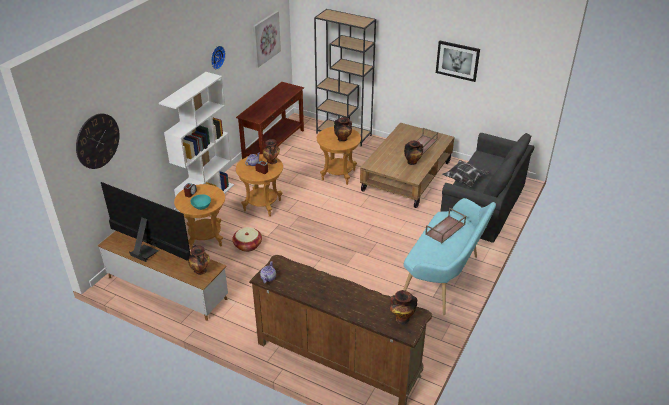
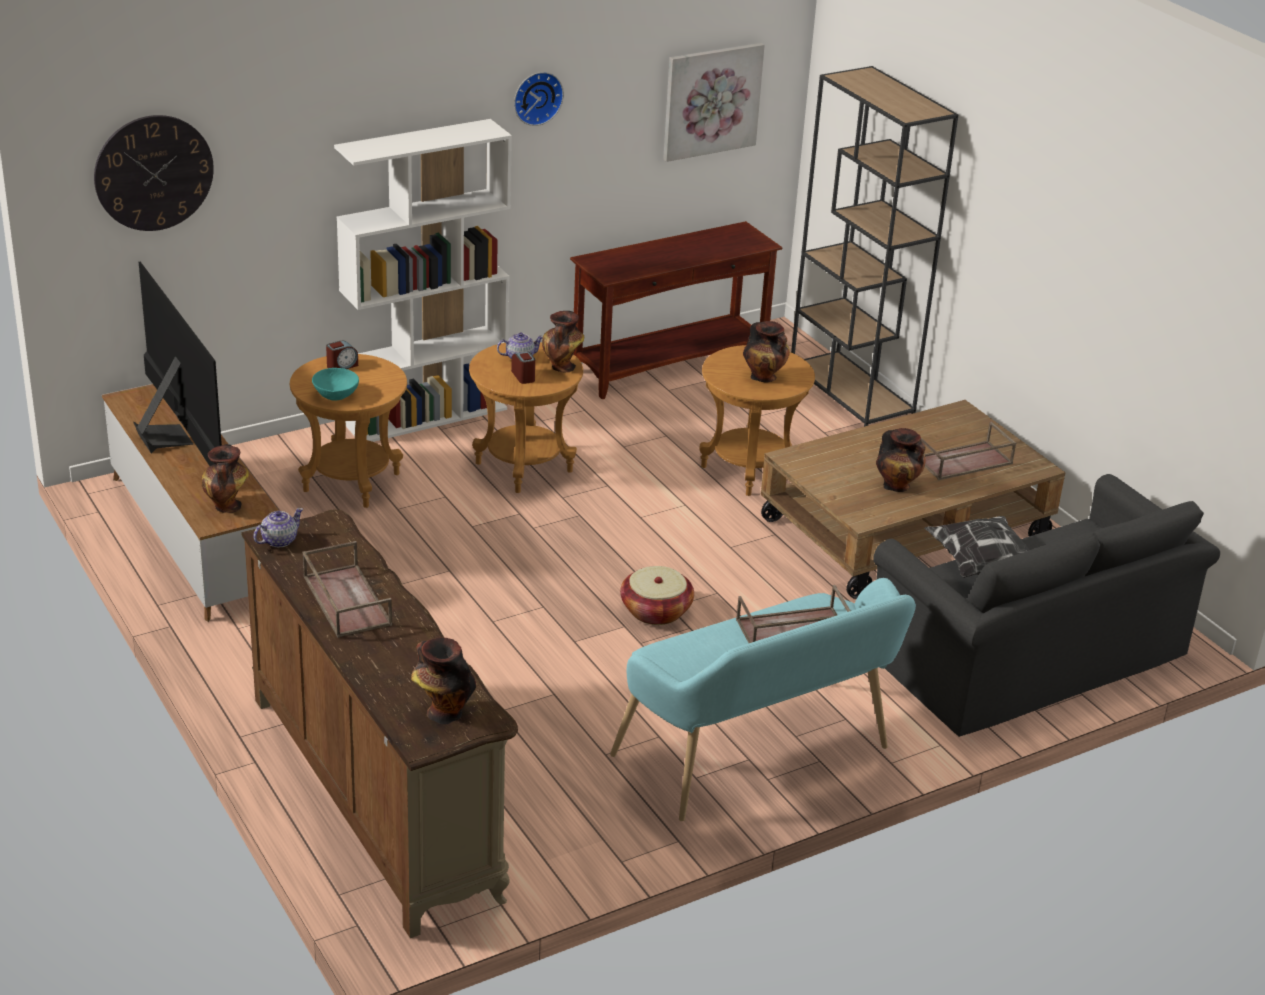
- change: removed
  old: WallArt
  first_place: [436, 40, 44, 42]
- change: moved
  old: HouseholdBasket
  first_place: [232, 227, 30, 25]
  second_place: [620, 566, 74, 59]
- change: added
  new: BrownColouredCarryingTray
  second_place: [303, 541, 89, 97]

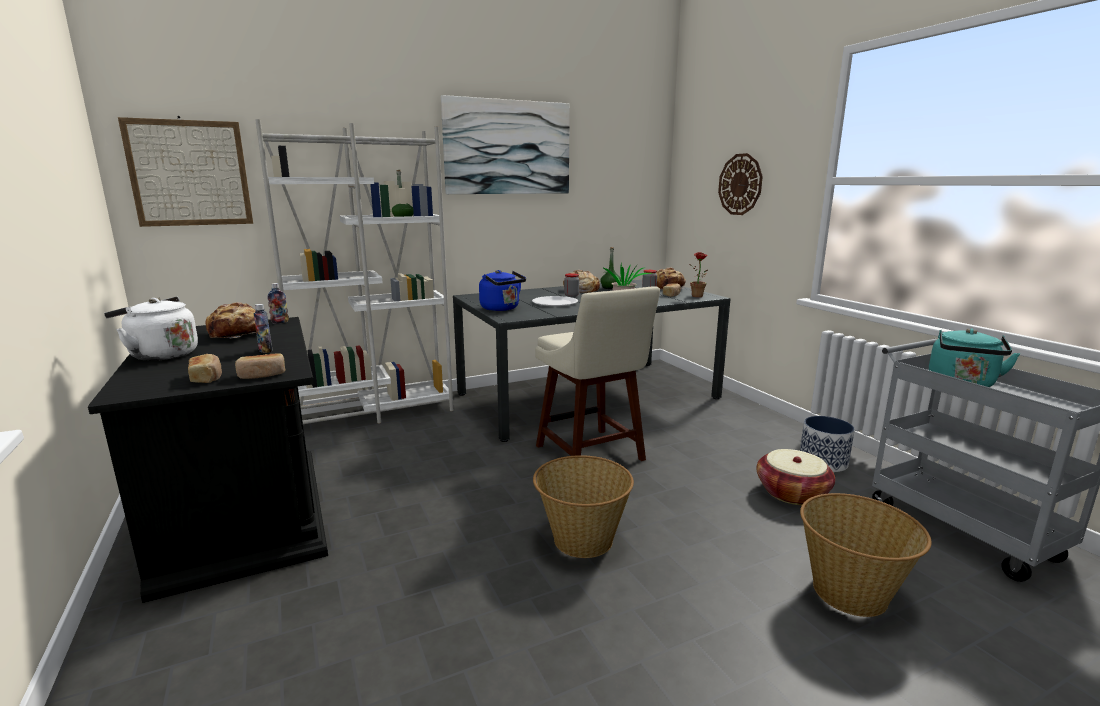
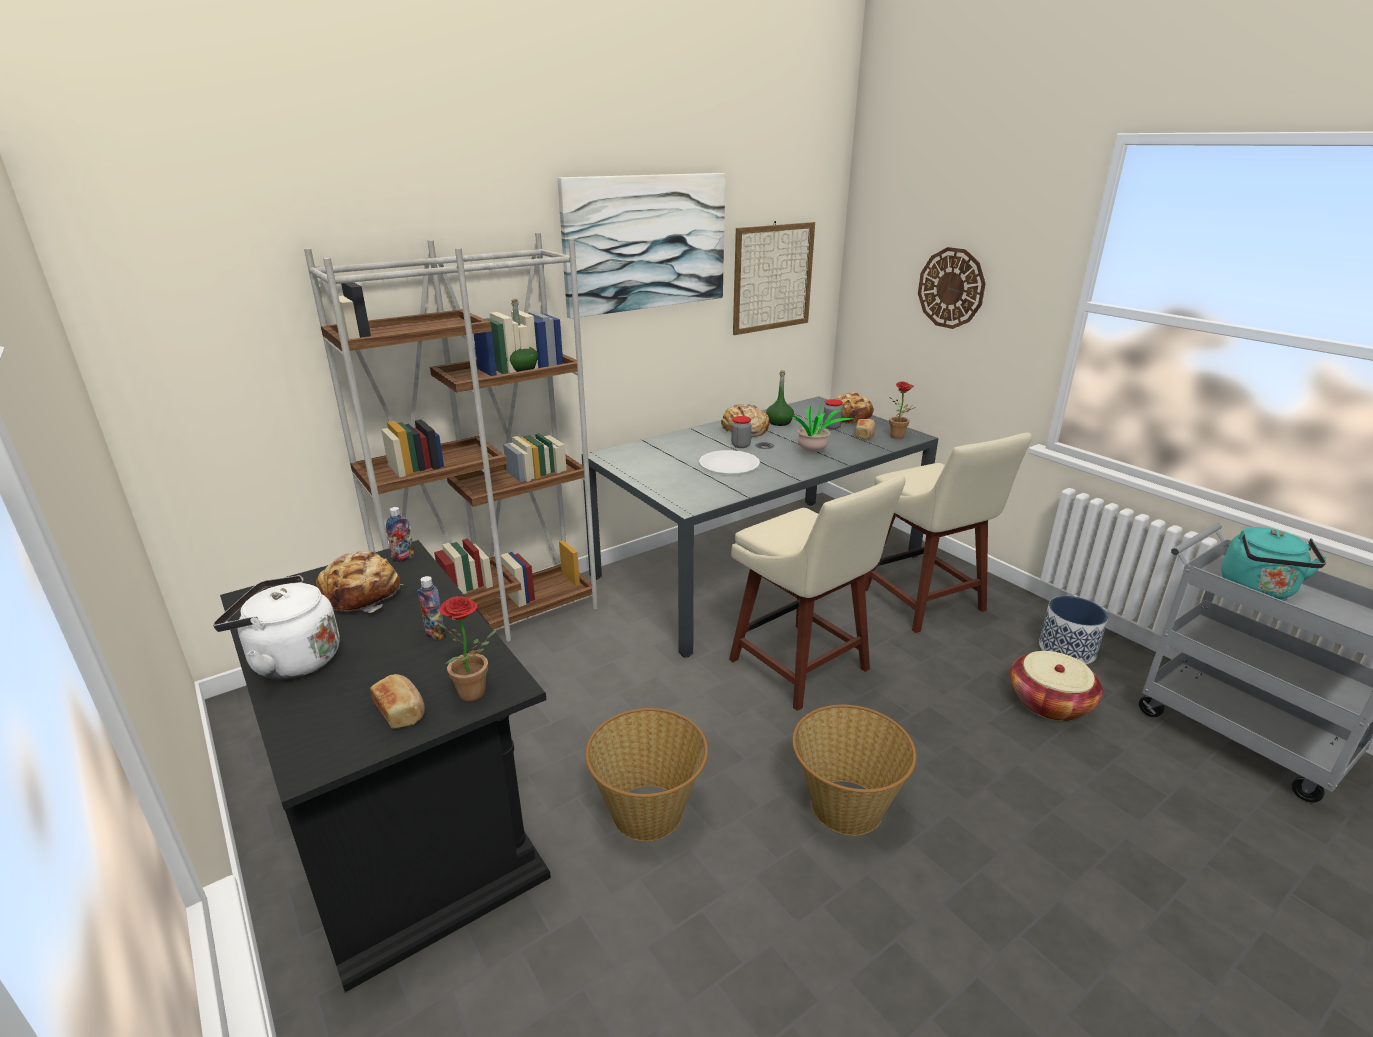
- change: moved
  old: WallArt
  first_place: [118, 116, 135, 111]
  second_place: [733, 221, 82, 114]
- change: recoloured
  old: WhitishBookshelf
  new: BrownColouredBookshelf
  first_place: [255, 119, 198, 305]
  second_place: [304, 233, 294, 409]
- change: removed
  old: BlueColouredWaterKettle
  first_place: [479, 270, 47, 41]
- change: replaced
  old: BakedBread
  new: PottedPlant
  first_place: [235, 353, 51, 26]
  second_place: [438, 596, 59, 105]
- change: moved
  old: HouseholdBasket
  first_place: [800, 493, 132, 124]
  second_place: [585, 708, 123, 133]
- change: added
  new: SandColouredStool
  second_place: [864, 433, 168, 200]

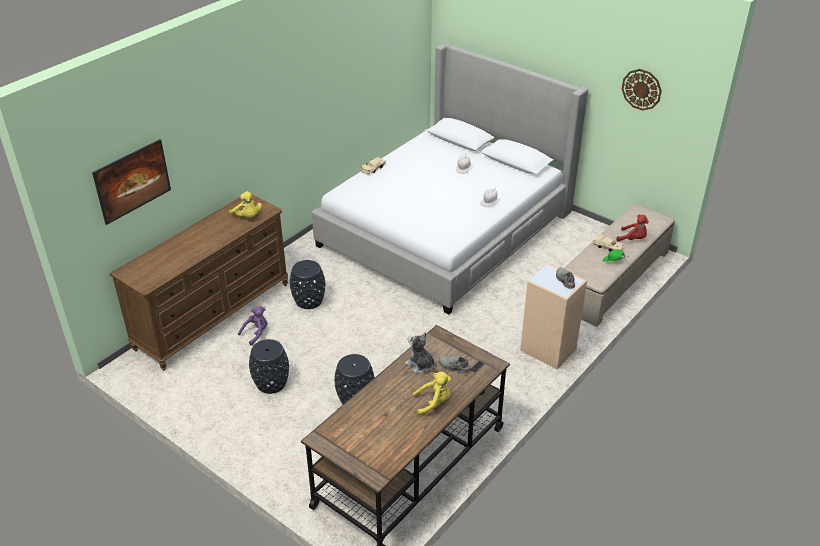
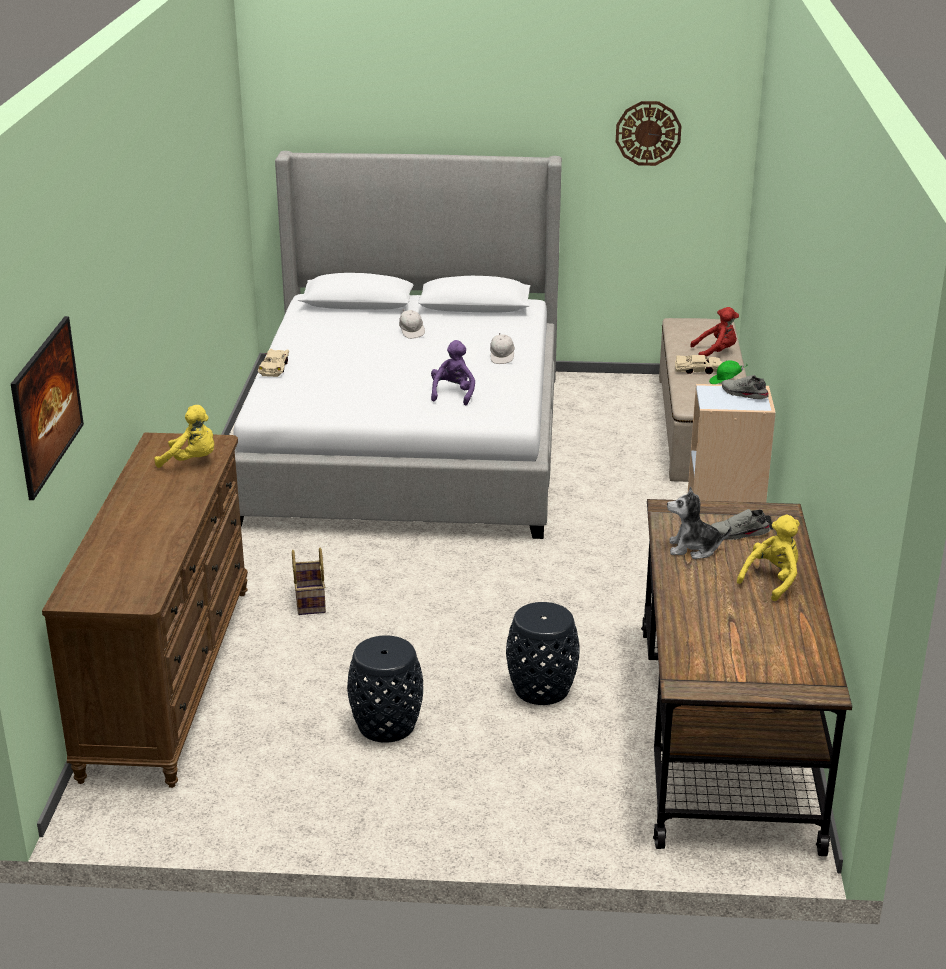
- change: replaced
  old: BlackStool
  new: HouseholdBasket
  first_place: [290, 260, 35, 49]
  second_place: [292, 548, 34, 67]
- change: moved
  old: PurplishPlushToy
  first_place: [238, 306, 30, 39]
  second_place: [431, 340, 44, 65]

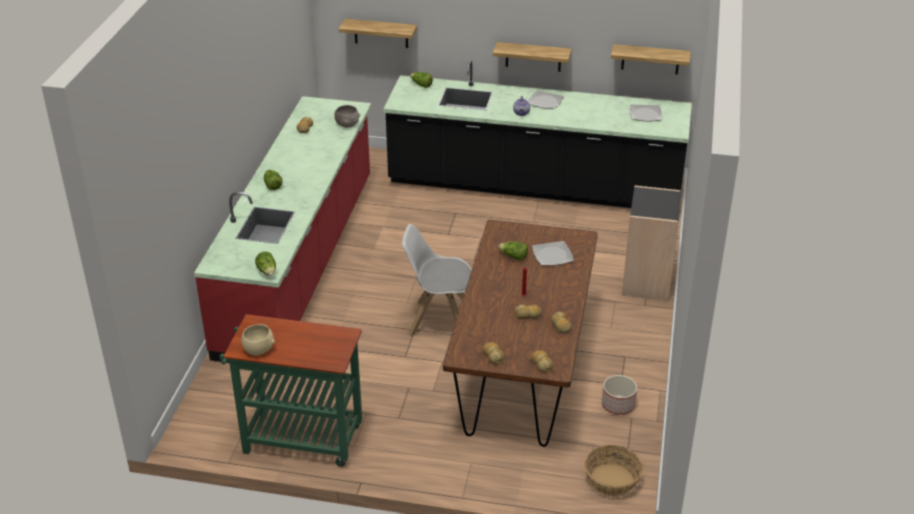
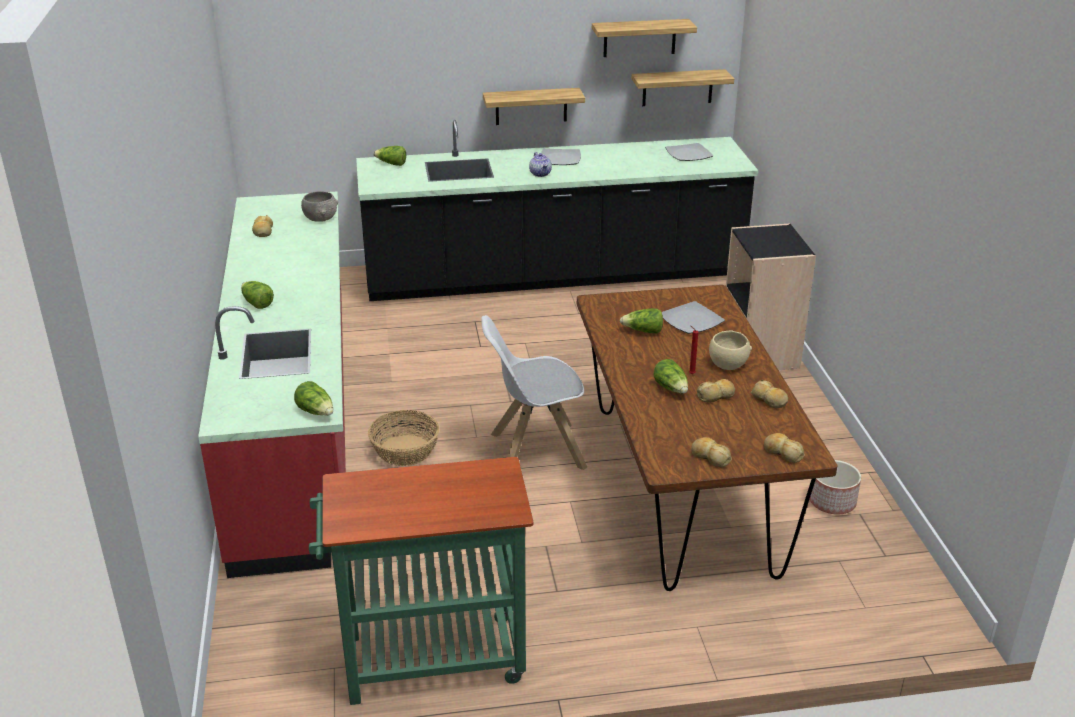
- change: moved
  old: WallShelf
  first_place: [339, 19, 78, 29]
  second_place: [592, 19, 105, 38]
- change: moved
  old: SandColouredServingBowl
  first_place: [241, 324, 34, 31]
  second_place: [709, 331, 43, 39]
- change: moved
  old: HouseholdBasket
  first_place: [584, 445, 59, 51]
  second_place: [368, 410, 71, 56]
- change: added
  new: HeadOfLettuce
  second_place: [653, 359, 35, 34]

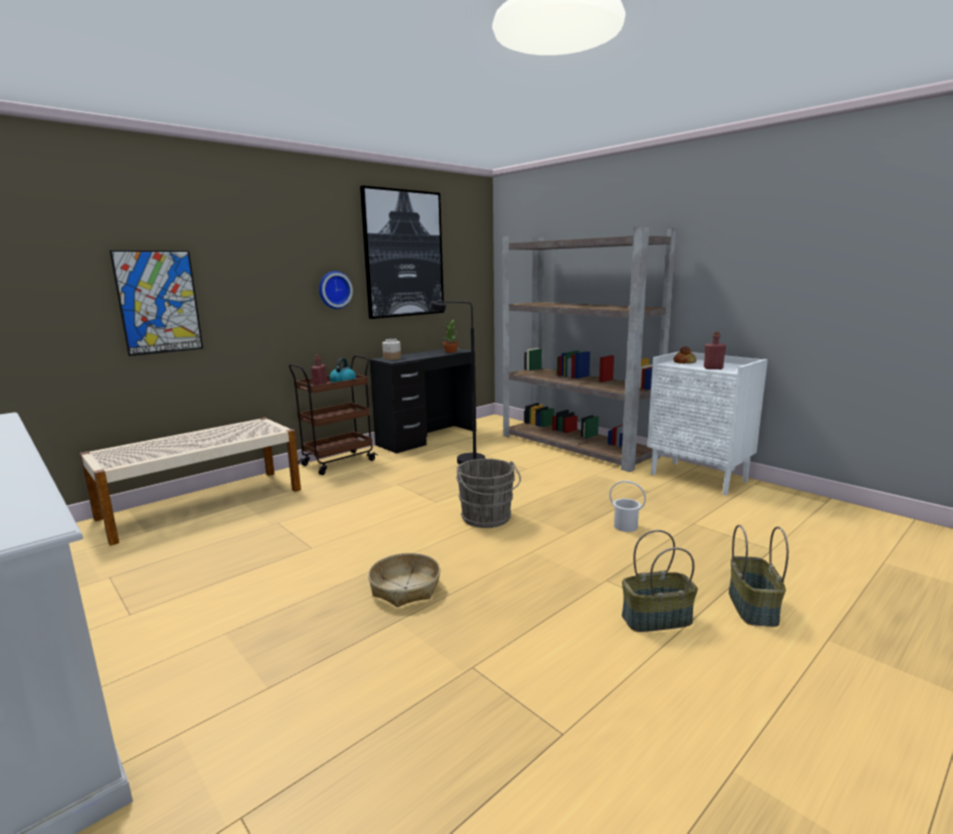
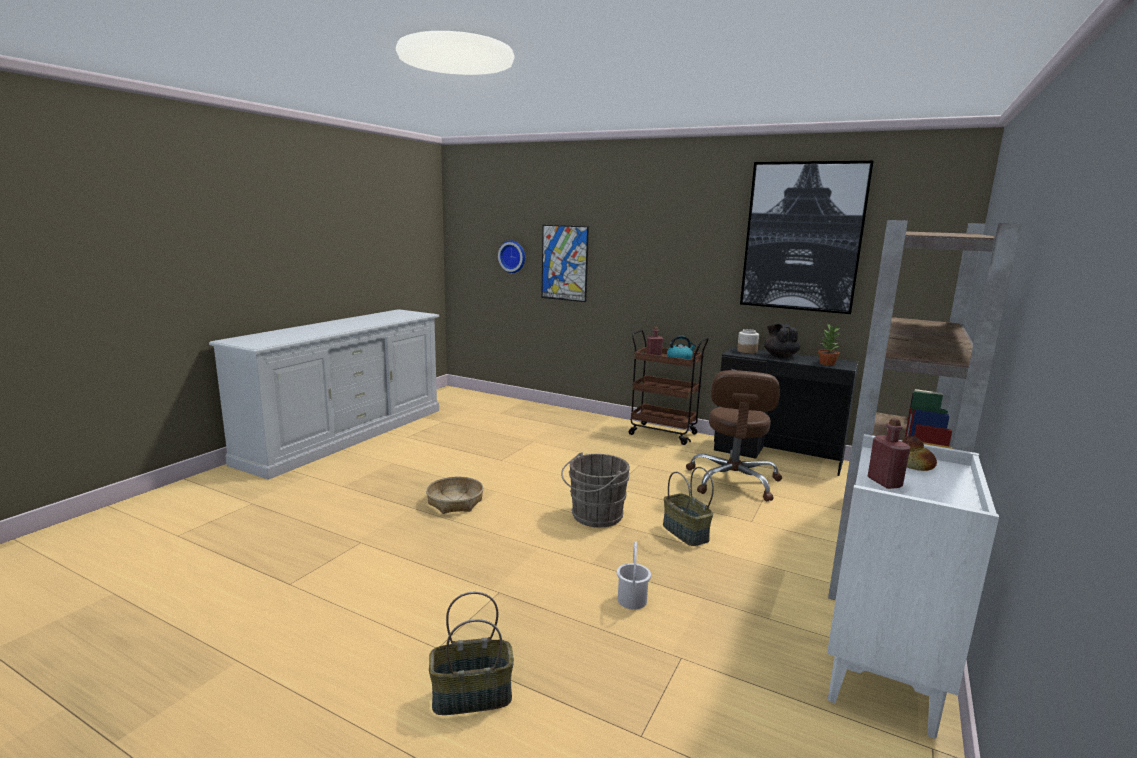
- change: moved
  old: HangingClock
  first_place: [319, 271, 34, 38]
  second_place: [498, 241, 27, 32]
- change: replaced
  old: BlackStandingLamp
  new: BrownColouredDeskChair
  first_place: [430, 301, 55, 164]
  second_place: [686, 370, 96, 132]
- change: removed
  old: SandColouredBench
  first_place: [80, 417, 221, 129]
- change: moved
  old: HouseholdBasket
  first_place: [622, 530, 76, 102]
  second_place: [663, 467, 51, 79]
- change: added
  new: BlackTeaPot
  second_place: [764, 323, 36, 35]

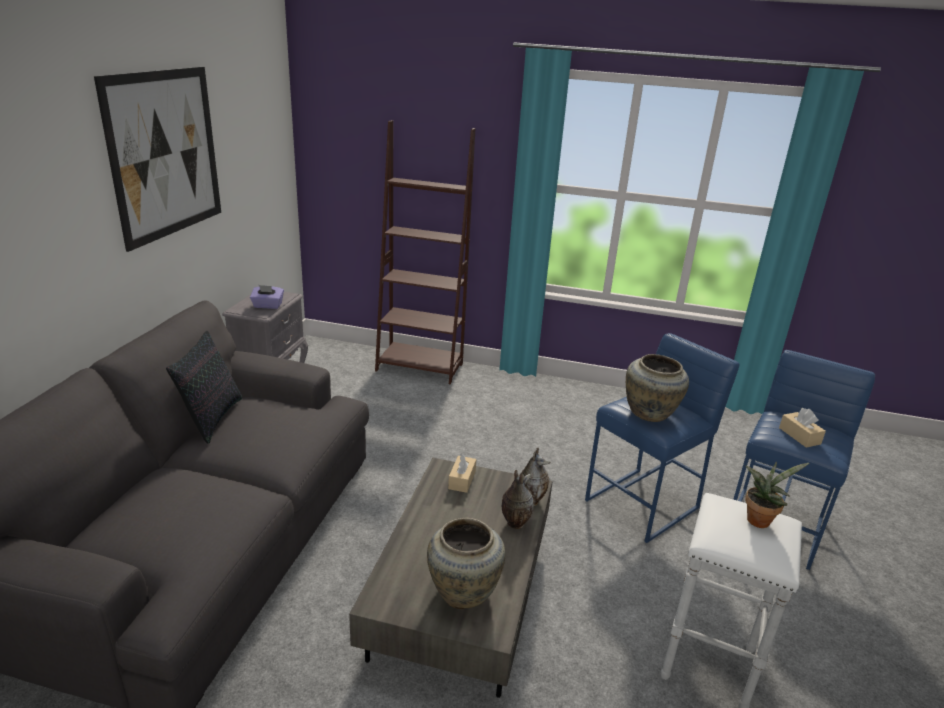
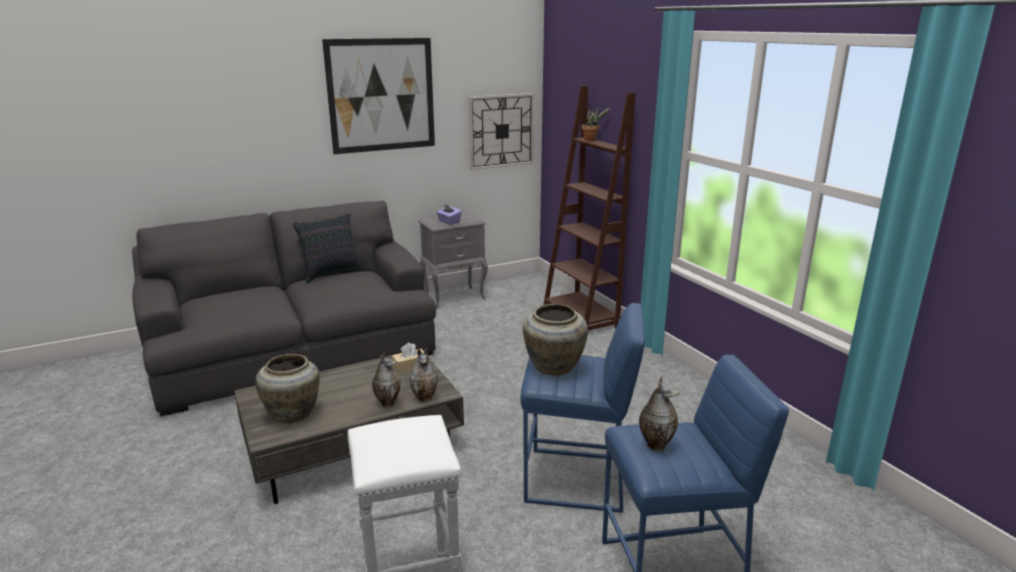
- change: replaced
  old: SandColouredTissueBox
  new: Vase
  first_place: [779, 408, 47, 40]
  second_place: [639, 377, 41, 74]
- change: moved
  old: PottedPlant
  first_place: [745, 462, 64, 66]
  second_place: [582, 106, 29, 35]
- change: added
  new: HangingClock
  second_place: [469, 93, 65, 77]

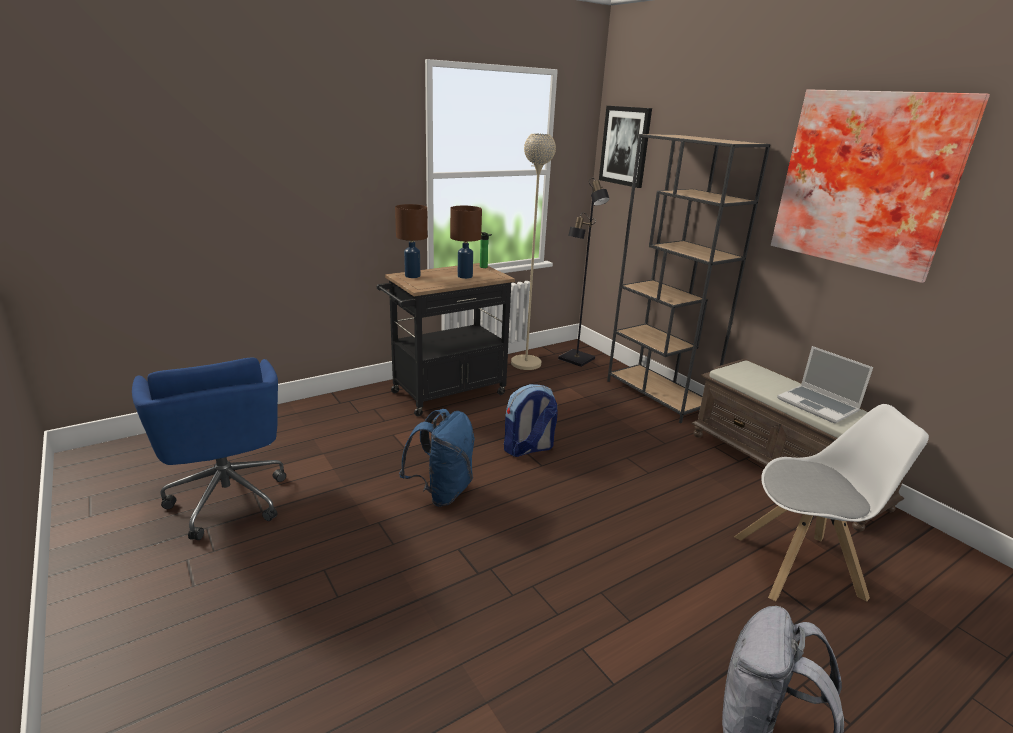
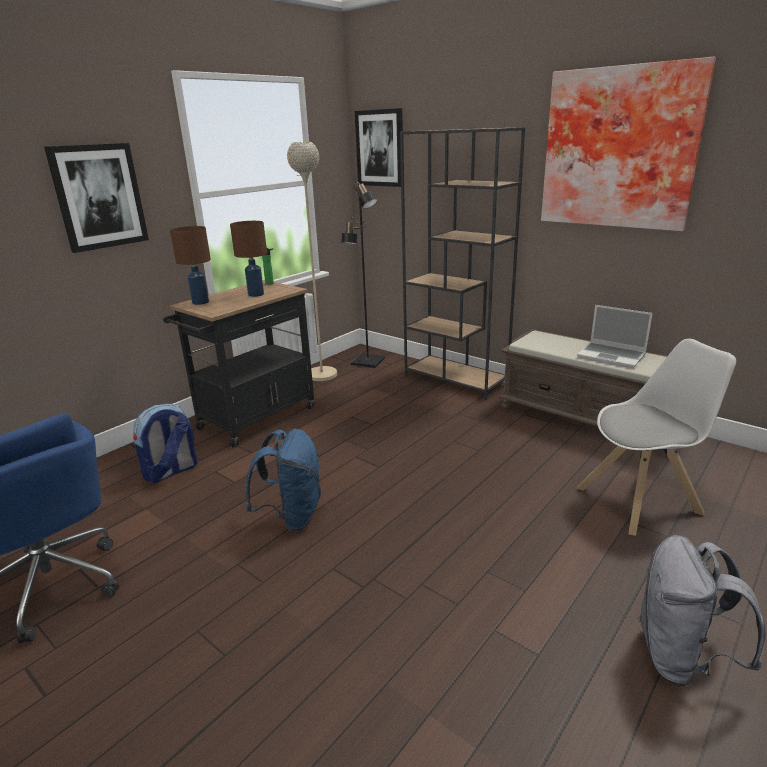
- change: moved
  old: Knapsack
  first_place: [504, 384, 54, 73]
  second_place: [133, 404, 64, 79]
- change: added
  new: WallArt
  second_place: [44, 143, 105, 110]

